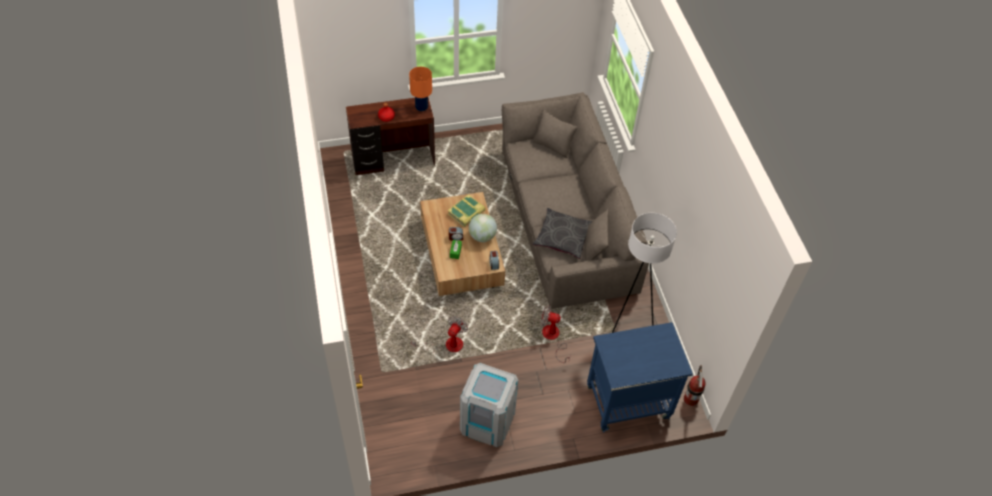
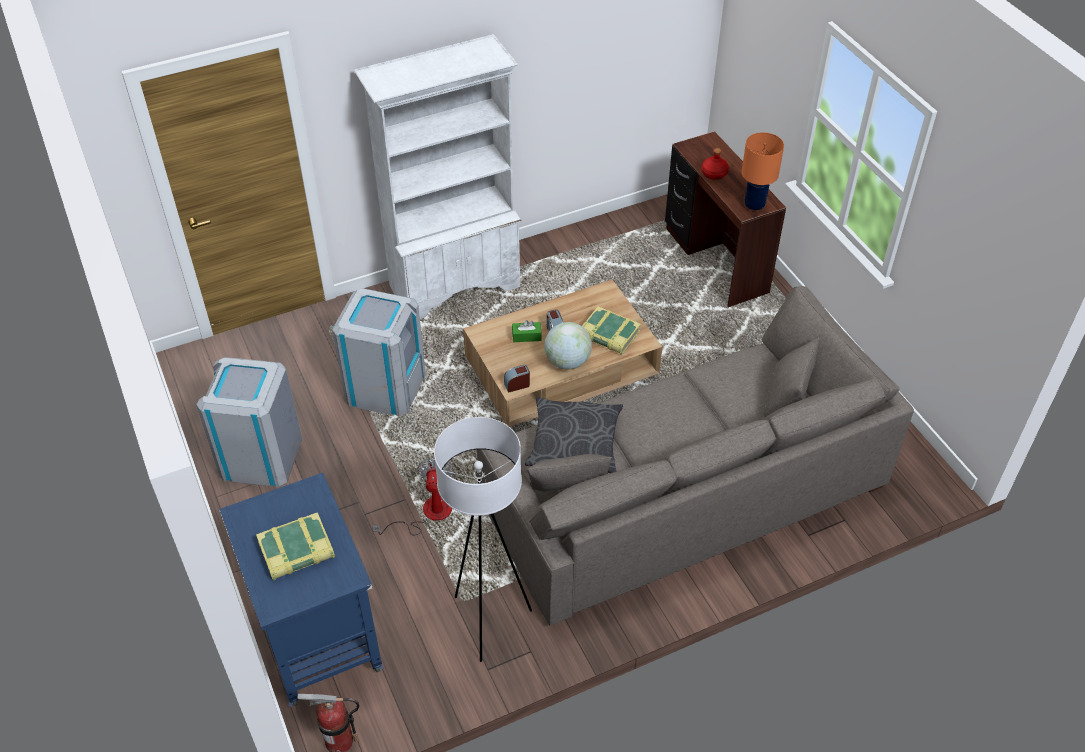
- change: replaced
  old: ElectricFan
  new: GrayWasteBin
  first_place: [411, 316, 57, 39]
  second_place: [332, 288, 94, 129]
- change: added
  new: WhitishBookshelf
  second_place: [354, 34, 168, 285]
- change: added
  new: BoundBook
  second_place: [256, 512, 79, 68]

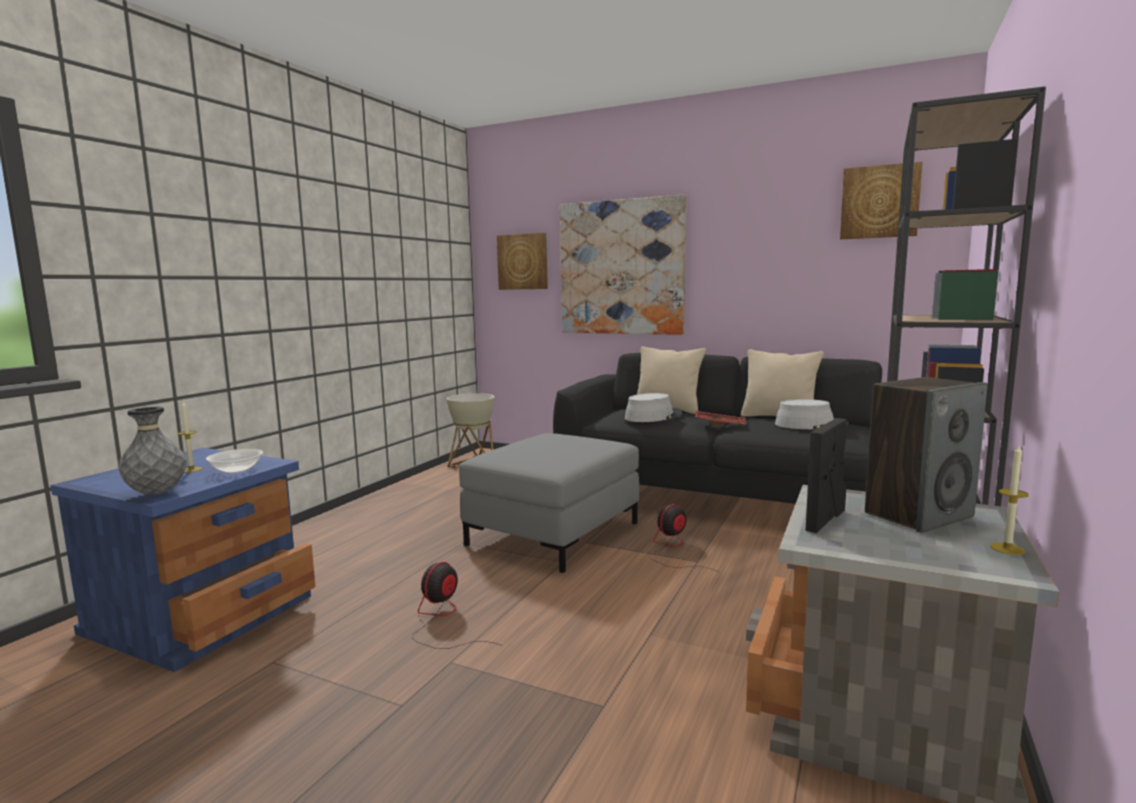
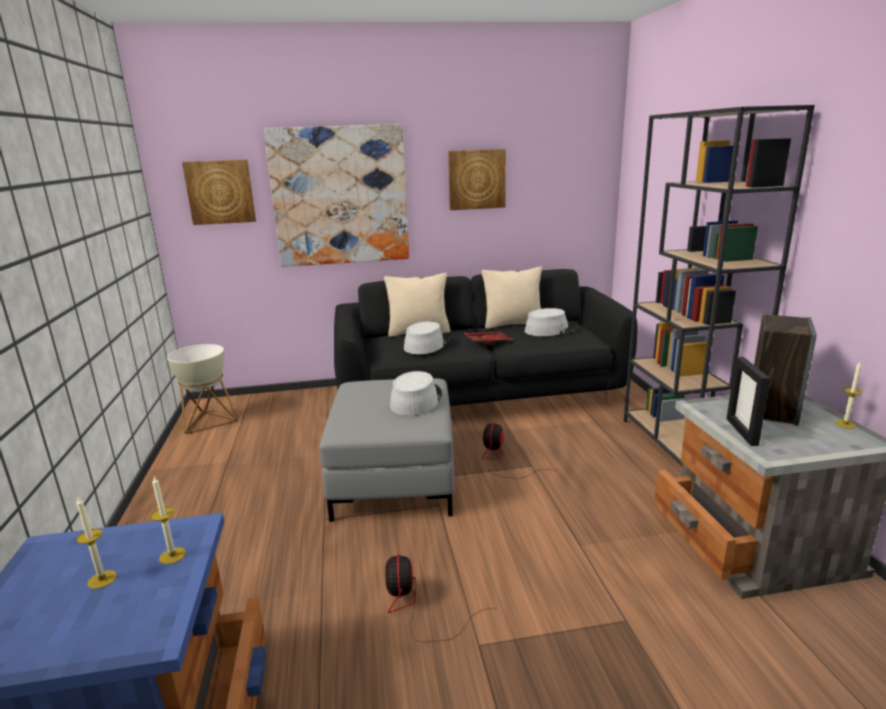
- change: moved
  old: WallArt
  first_place: [840, 162, 83, 77]
  second_place: [448, 149, 58, 61]
- change: removed
  old: GrayVase
  first_place: [118, 407, 69, 88]
- change: replaced
  old: ServingBowl
  new: WaxLight
  first_place: [206, 449, 57, 25]
  second_place: [151, 477, 35, 87]
- change: added
  new: GrayClothingHat
  second_place: [390, 371, 52, 45]

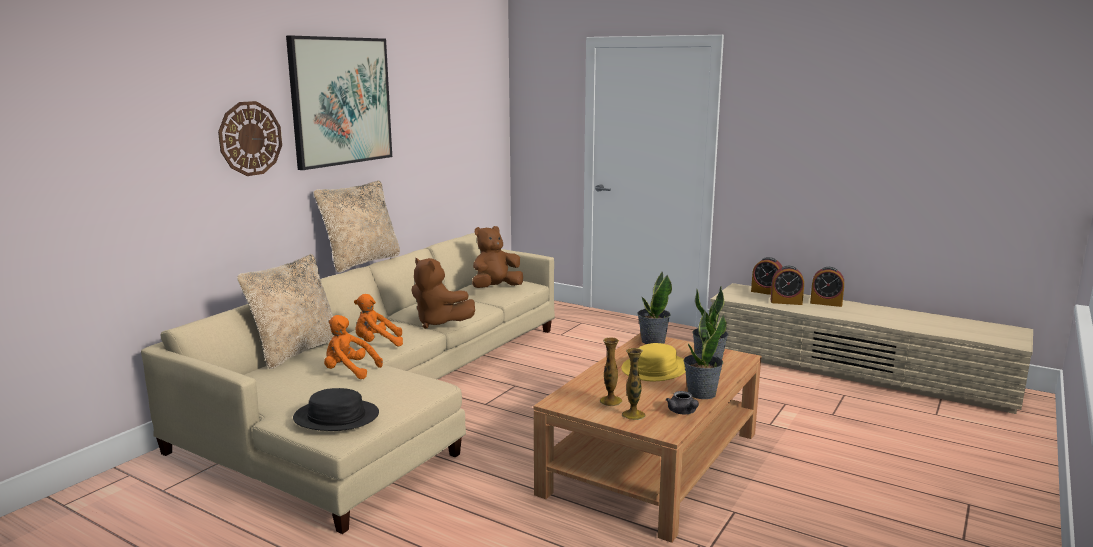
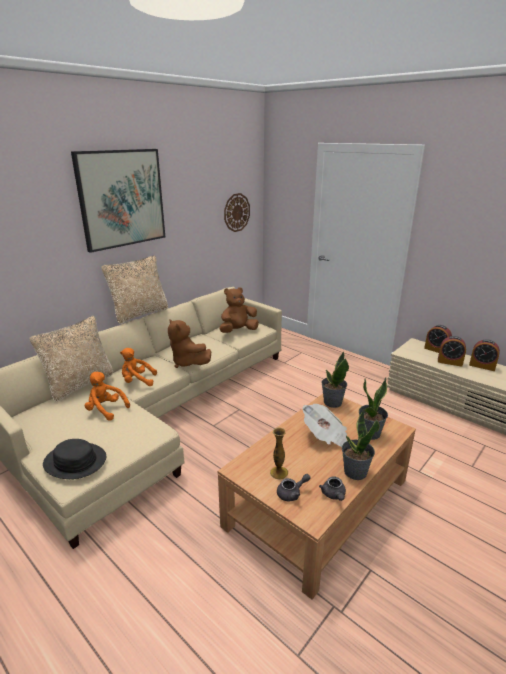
- change: moved
  old: HangingClock
  first_place: [218, 101, 64, 75]
  second_place: [224, 193, 26, 39]
- change: replaced
  old: YellowColouredClothingHat
  new: Newspaper
  first_place: [621, 343, 65, 38]
  second_place: [302, 404, 45, 43]
- change: replaced
  old: Vase
  new: GrayTeaPot
  first_place: [622, 348, 24, 72]
  second_place: [277, 474, 33, 27]

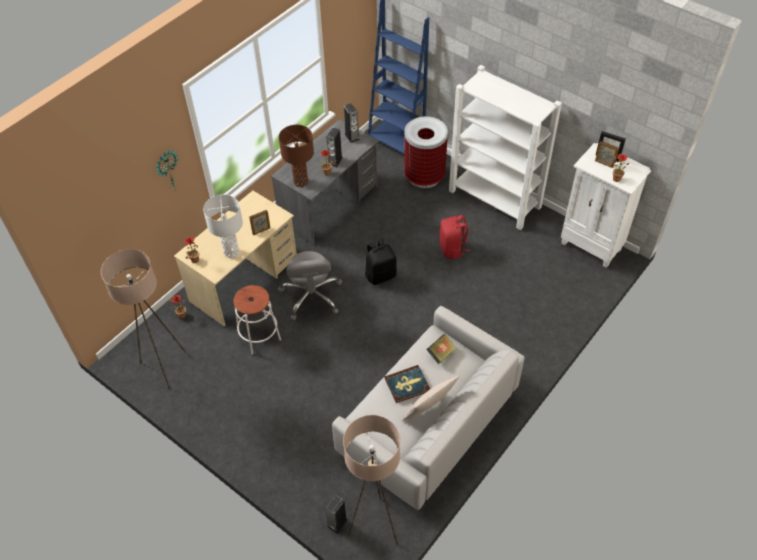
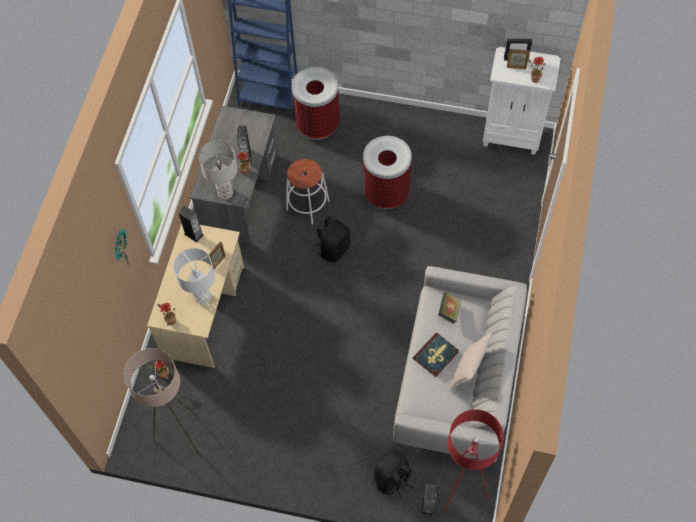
- change: removed
  old: WhitishBookshelf
  first_place: [449, 65, 113, 165]
- change: moved
  old: Loudspeaker
  first_place: [344, 103, 16, 40]
  second_place: [178, 206, 26, 37]
- change: recoloured
  old: BrownColouredTabletopLamp
  new: WhitishTabletopLamp
  first_place: [279, 125, 35, 62]
  second_place: [199, 141, 39, 58]
- change: replaced
  old: ReddishKnapsack
  new: WasteBin
  first_place: [439, 215, 32, 44]
  second_place: [363, 136, 49, 73]
- change: removed
  old: GrayDeskChair
  first_place: [278, 251, 65, 69]
- change: moved
  old: WhitishStool
  first_place: [233, 285, 48, 70]
  second_place: [286, 159, 44, 65]
- change: recoloured
  old: SandColouredStandingLamp
  new: ReddishStandingLamp
  first_place: [343, 415, 57, 130]
  second_place: [444, 409, 60, 104]
- change: added
  new: BlackKnapsack
  second_place: [374, 450, 40, 50]

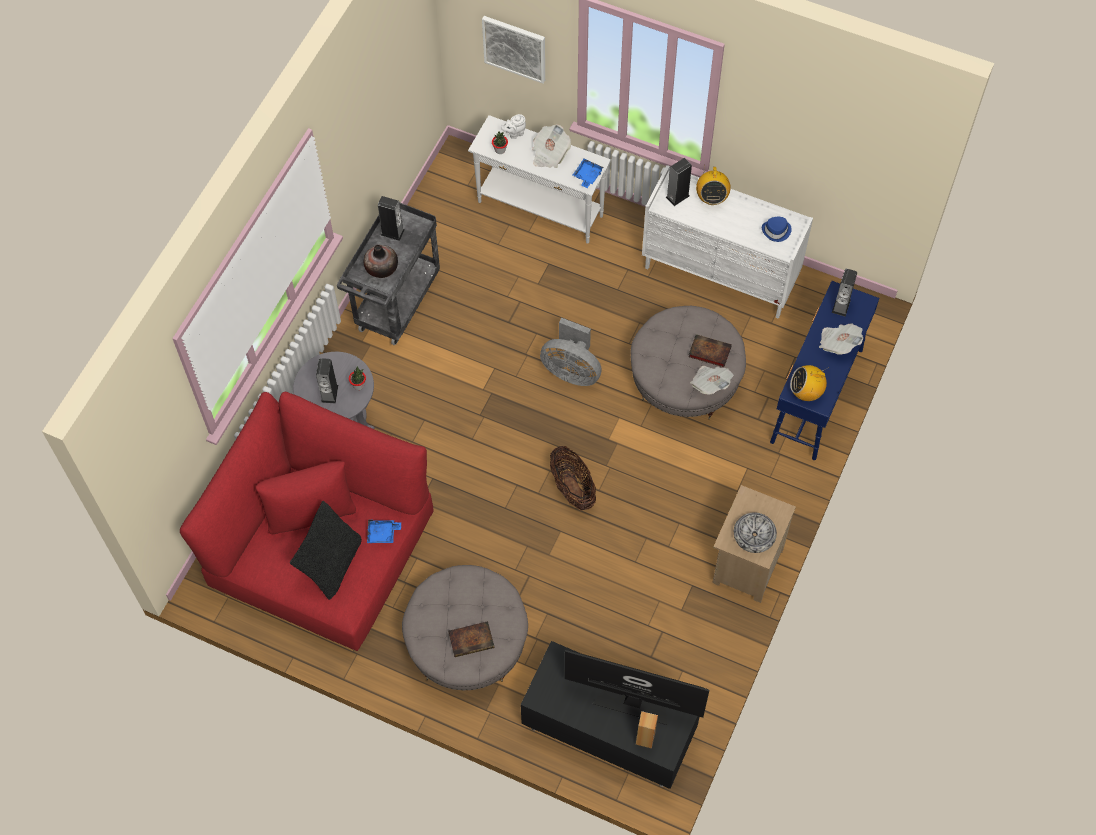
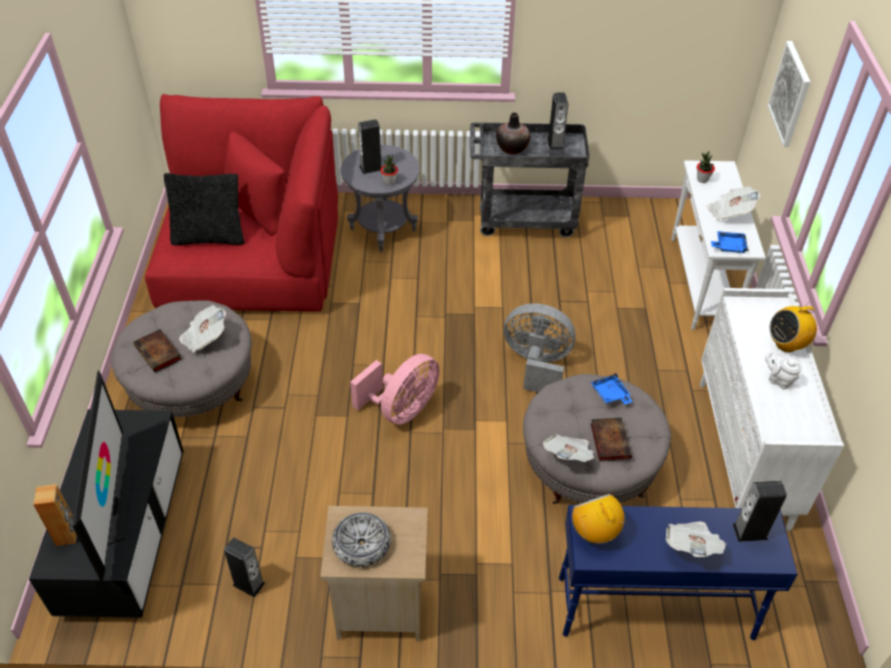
- change: moved
  old: WhitishTeaPot
  first_place: [501, 114, 25, 25]
  second_place: [765, 352, 37, 37]
- change: moved
  old: Loudspeaker
  first_place: [666, 158, 26, 48]
  second_place: [224, 537, 41, 61]
- change: removed
  old: BlueColouredClothingHat
  first_place: [762, 217, 30, 25]
- change: turned
  old: GrayElectricFan
  first_place: [540, 318, 62, 68]
  second_place: [504, 303, 72, 89]
  degrees: 105
- change: replaced
  old: HouseholdBasket
  new: PinkColouredElectricFan
  first_place: [550, 446, 46, 64]
  second_place: [350, 354, 90, 71]
- change: moved
  old: BlueColouredCarryingTray
  first_place: [367, 519, 34, 24]
  second_place: [591, 372, 42, 32]
- change: added
  new: Newspaper
  second_place: [179, 305, 47, 48]

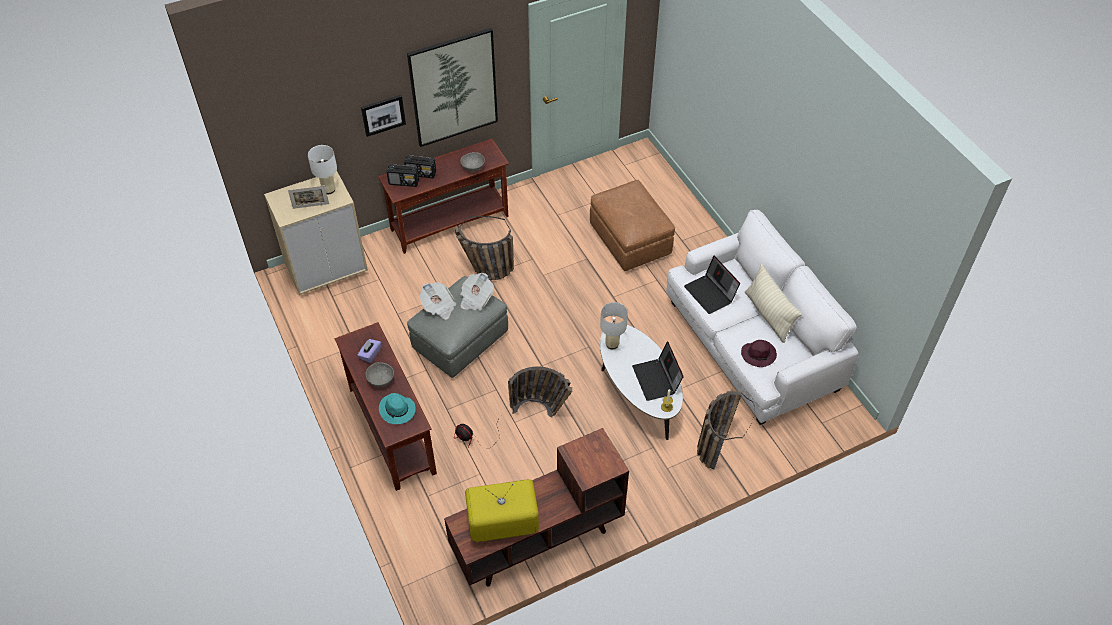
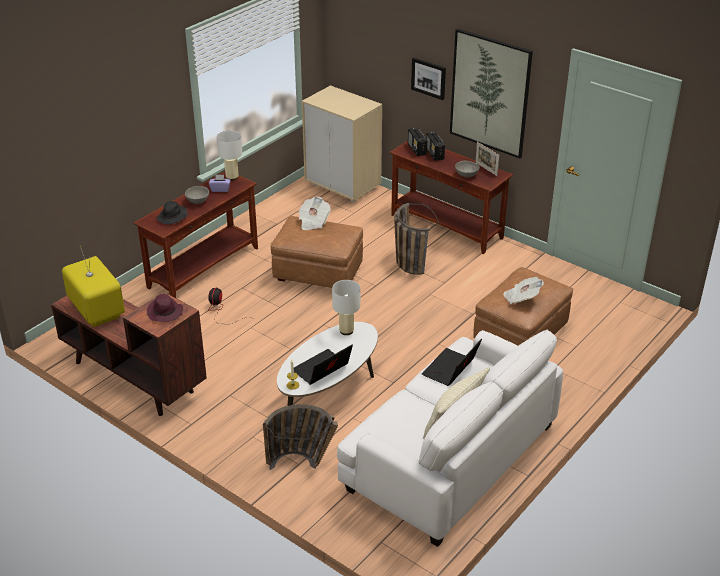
- change: moved
  old: WhitishTabletopLamp
  first_place: [308, 145, 29, 49]
  second_place: [217, 131, 25, 50]
- change: moved
  old: StandingFrame
  first_place: [288, 185, 41, 24]
  second_place: [475, 142, 24, 34]
- change: moved
  old: Newspaper
  first_place: [460, 273, 34, 38]
  second_place: [503, 277, 41, 27]
- change: recoloured
  old: GrayPouffe
  new: BrownColouredPouffe
  first_place: [407, 276, 101, 102]
  second_place: [270, 216, 93, 72]
- change: moved
  old: PurplishClothingHat
  first_place: [741, 340, 36, 27]
  second_place: [147, 294, 36, 28]
- change: removed
  old: HouseholdBasket
  first_place: [508, 366, 64, 52]
- change: recoloured
  old: TurquoiseColouredClothingHat
  new: BlackClothingHat
  first_place: [379, 393, 37, 31]
  second_place: [156, 201, 31, 23]

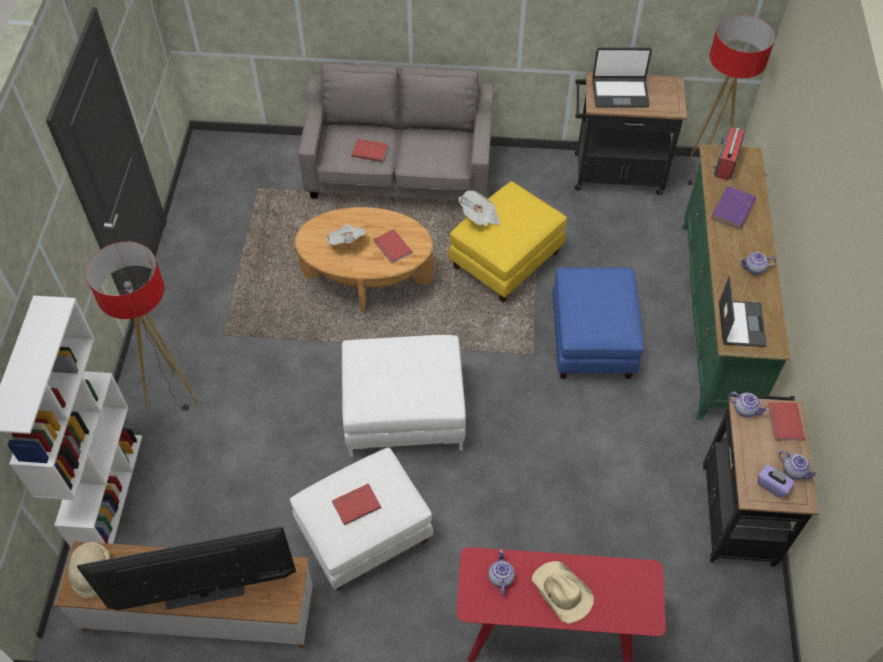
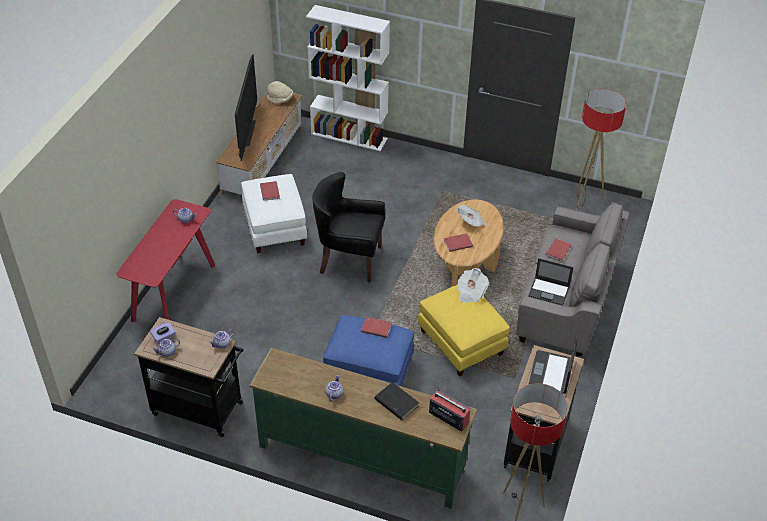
- change: recoloured
  old: PurplishBoundBook
  new: BlackBoundBook
  first_place: [711, 186, 45, 44]
  second_place: [374, 382, 45, 38]
- change: moved
  old: StandingLamp
  first_place: [86, 241, 113, 170]
  second_place: [575, 89, 52, 122]
- change: moved
  old: PortableComputer
  first_place: [719, 276, 47, 71]
  second_place: [528, 258, 45, 48]
- change: replaced
  old: WhitishPouffe
  new: BlackLoungeChair
  first_place: [342, 335, 124, 122]
  second_place: [312, 172, 73, 111]
- change: moved
  old: ReddishBoundBook
  first_place: [768, 402, 37, 39]
  second_place: [361, 316, 31, 22]
- change: removed
  old: SandColouredClothingHat
  first_place: [532, 561, 62, 63]

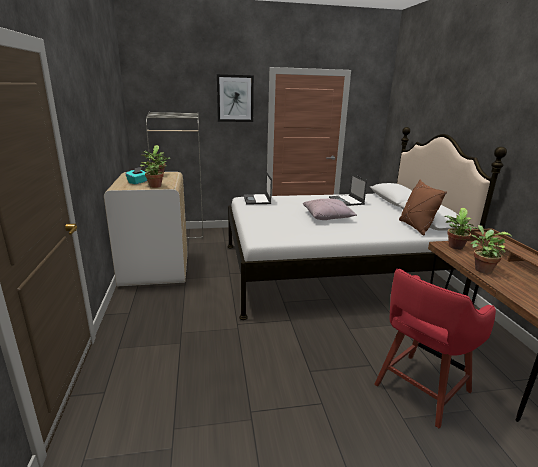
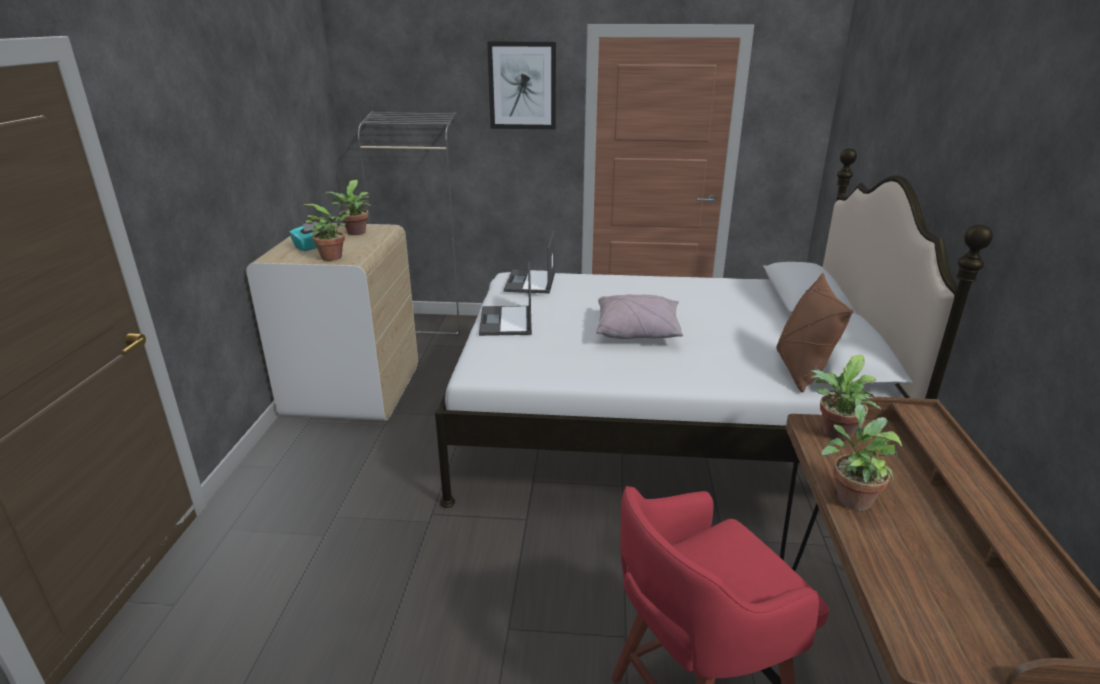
- change: moved
  old: PortableComputer
  first_place: [329, 173, 38, 33]
  second_place: [479, 261, 53, 75]

